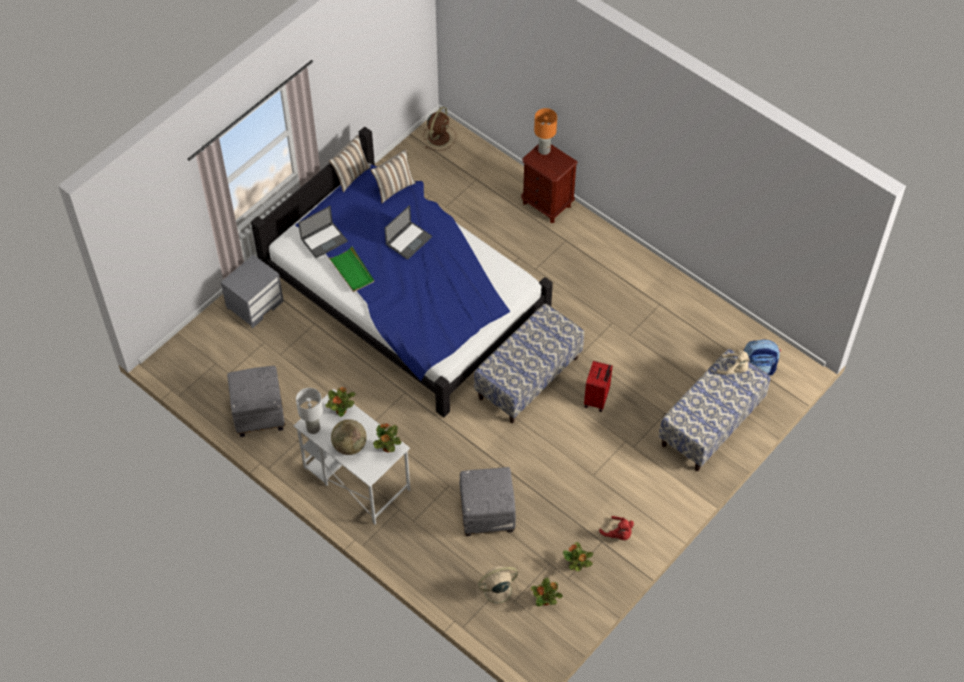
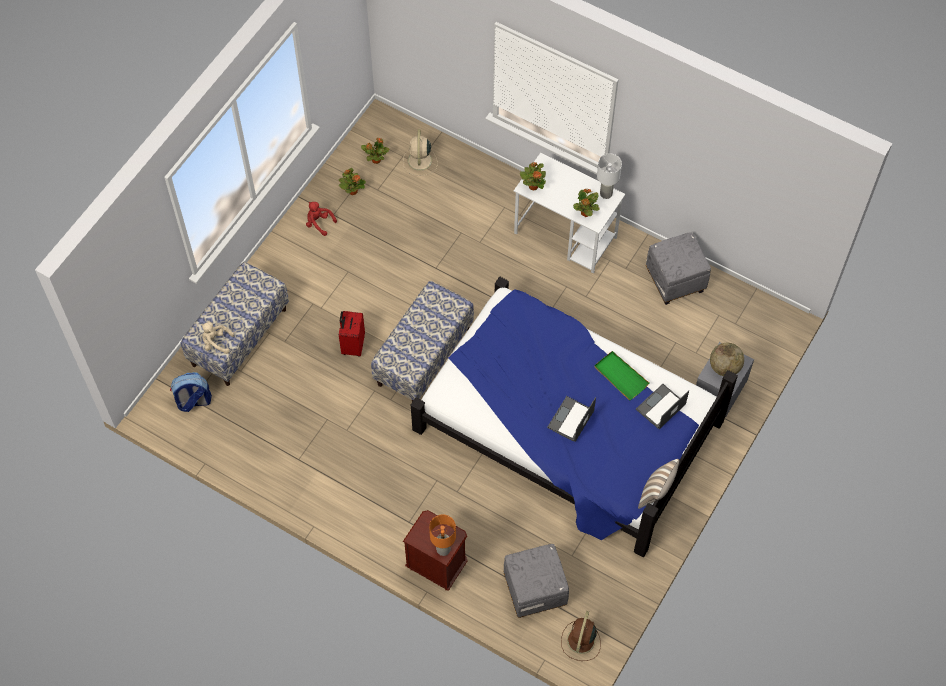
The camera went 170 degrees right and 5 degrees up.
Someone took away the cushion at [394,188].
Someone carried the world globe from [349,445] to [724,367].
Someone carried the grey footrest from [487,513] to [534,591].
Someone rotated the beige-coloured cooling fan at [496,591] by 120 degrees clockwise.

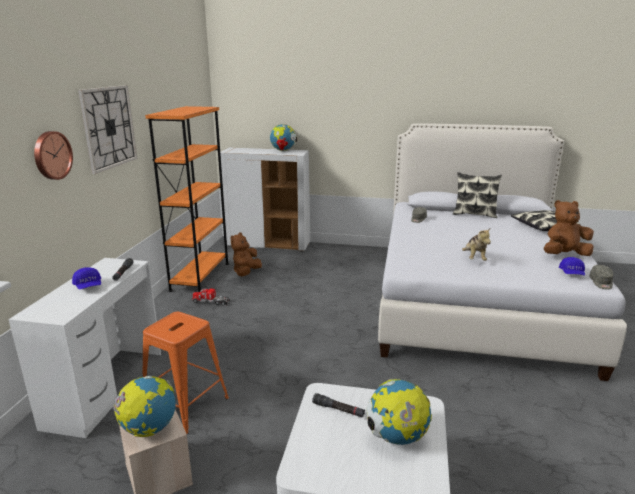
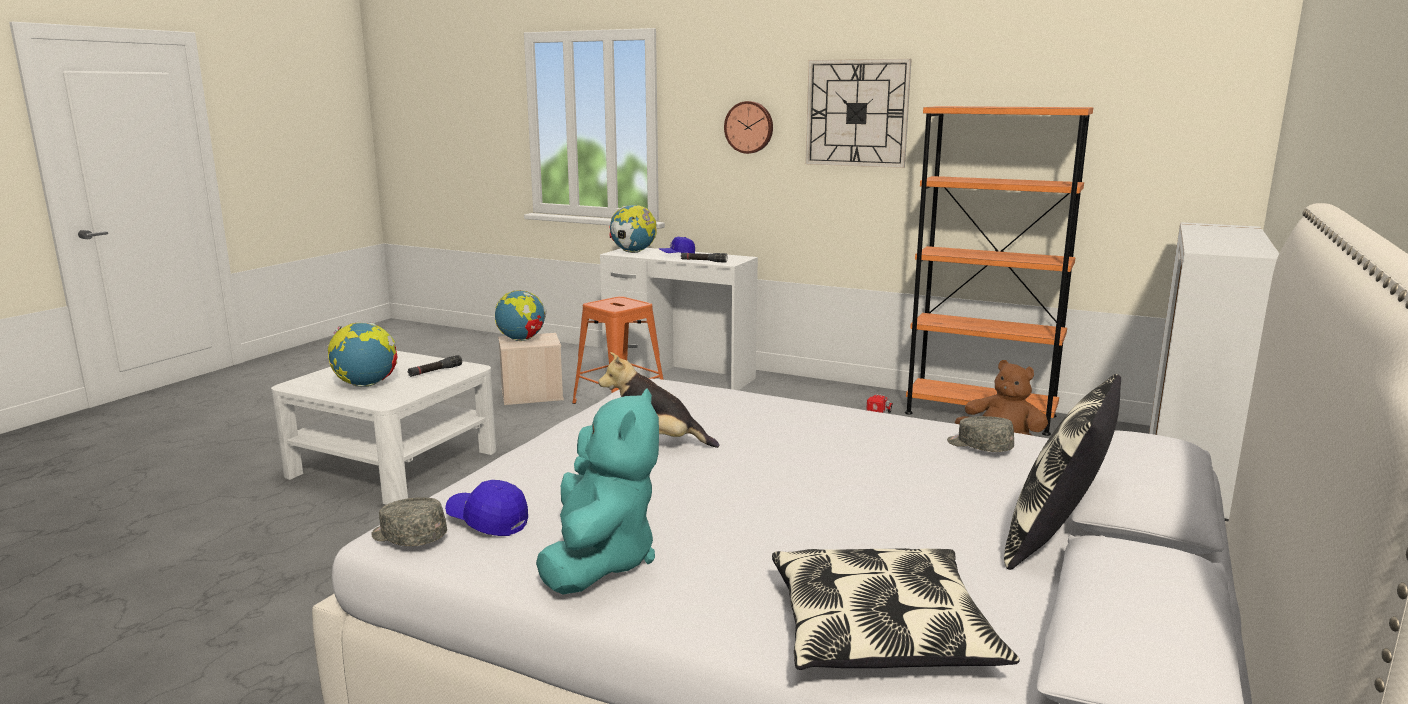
The camera went 105 degrees right and 5 degrees down.
Someone carried the world globe from [283,151] to [633,252].
Someone repainted the brownish plush toy at [564,255], which became the turquoise plush toy at [599,561].

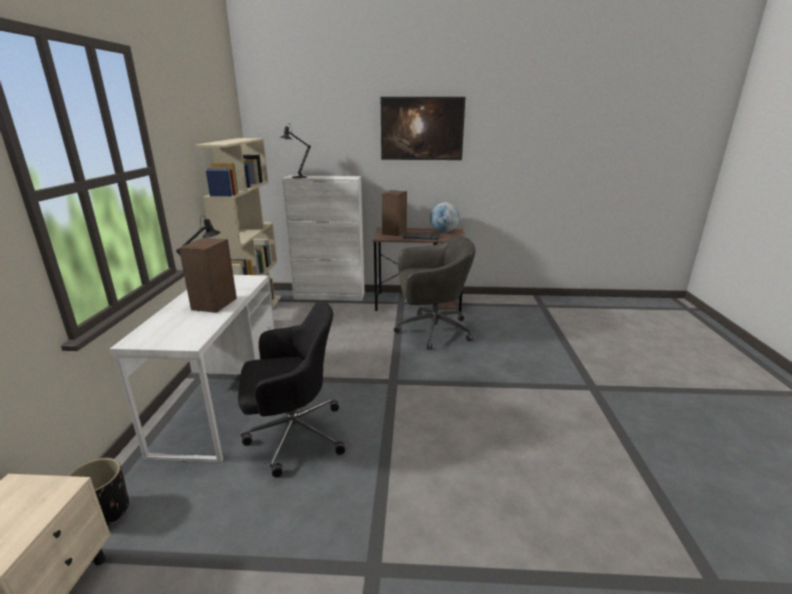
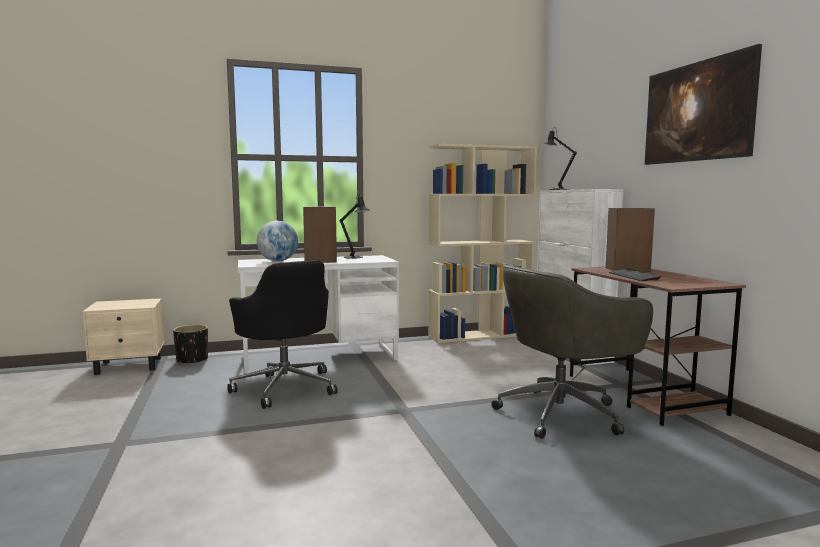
The camera went 70 degrees right and 15 degrees down.
Someone carried the world globe from [444,232] to [278,261].
Someone rotated the grey office chair at [431,330] by 90 degrees clockwise.

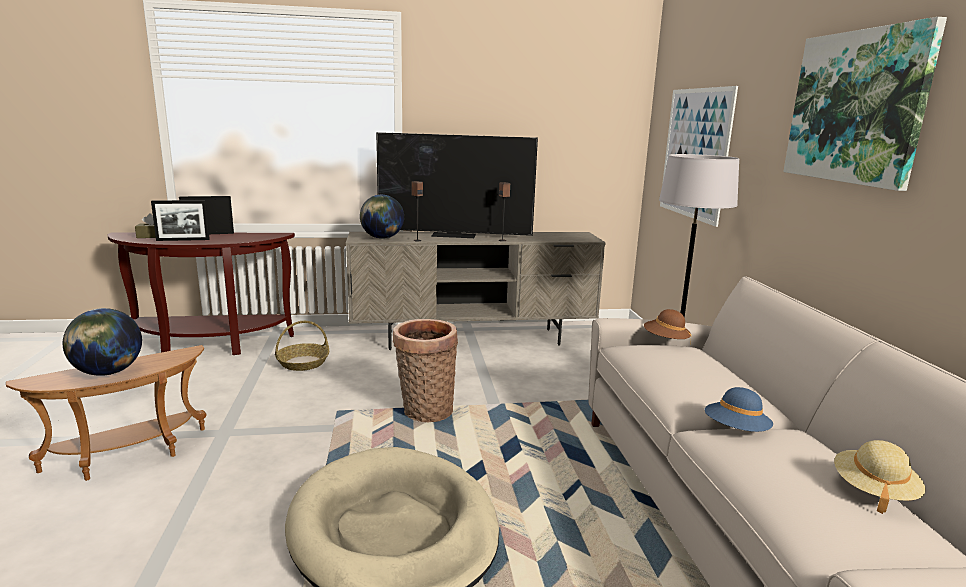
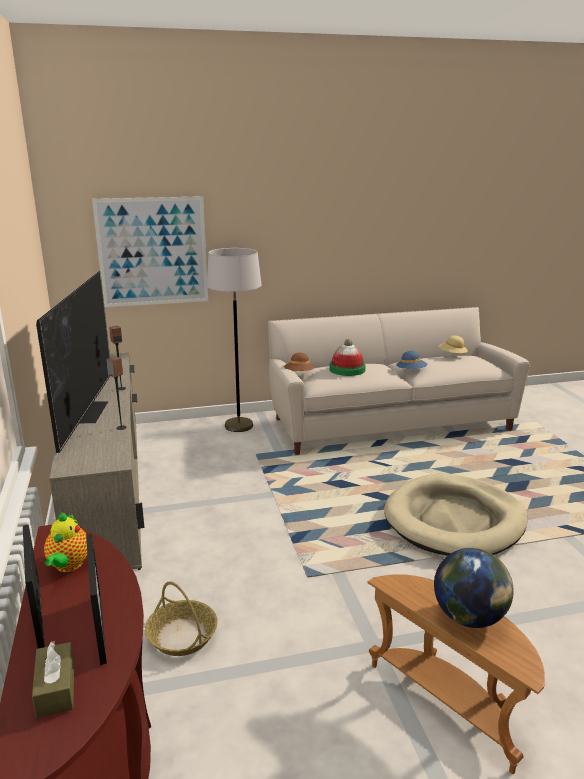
The camera went 95 degrees left and 5 degrees up.
Someone took away the picture at [856,107].
Someone took away the world globe at [382,238].
Someone took away the basket at [425,411].
Someone put down the clothing hat at [347,369].
Someone put down the pot for tea at [68,566].

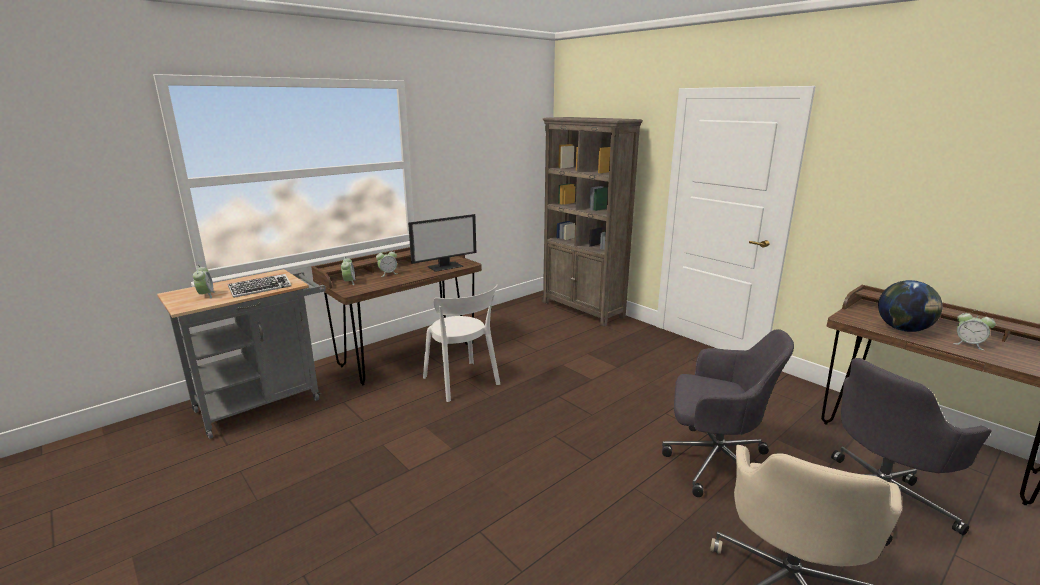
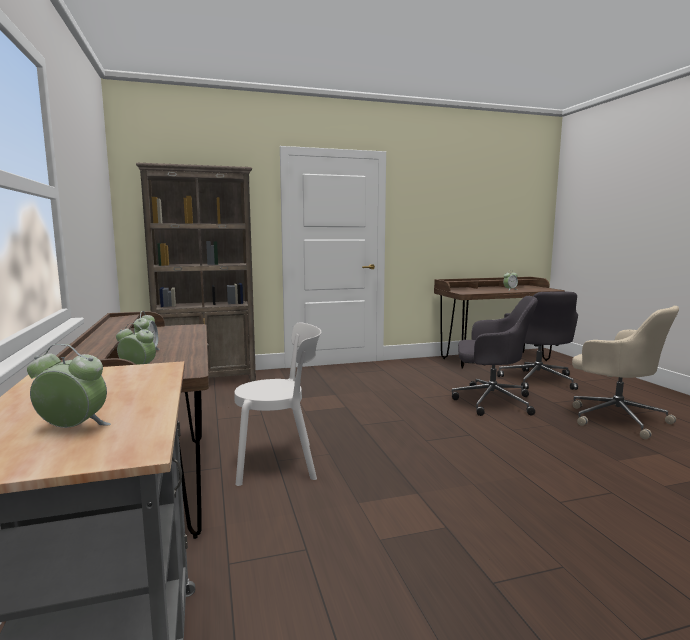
The camera went 65 degrees left and 10 degrees down.
Someone took away the computer screen at [445,266].
Someone took away the keyboard at [260,289].
Someone took away the world globe at [903,329].
Someone rotated the grey office chair at [714,462] by 60 degrees clockwise.

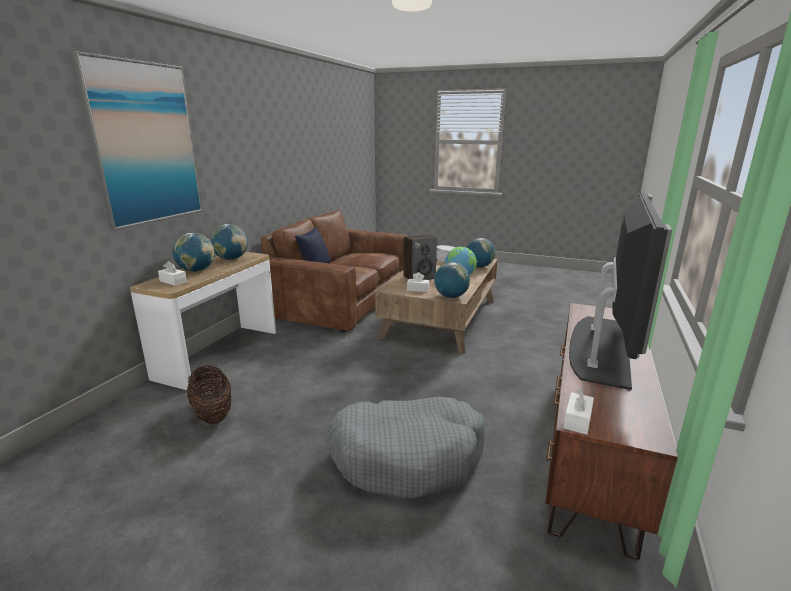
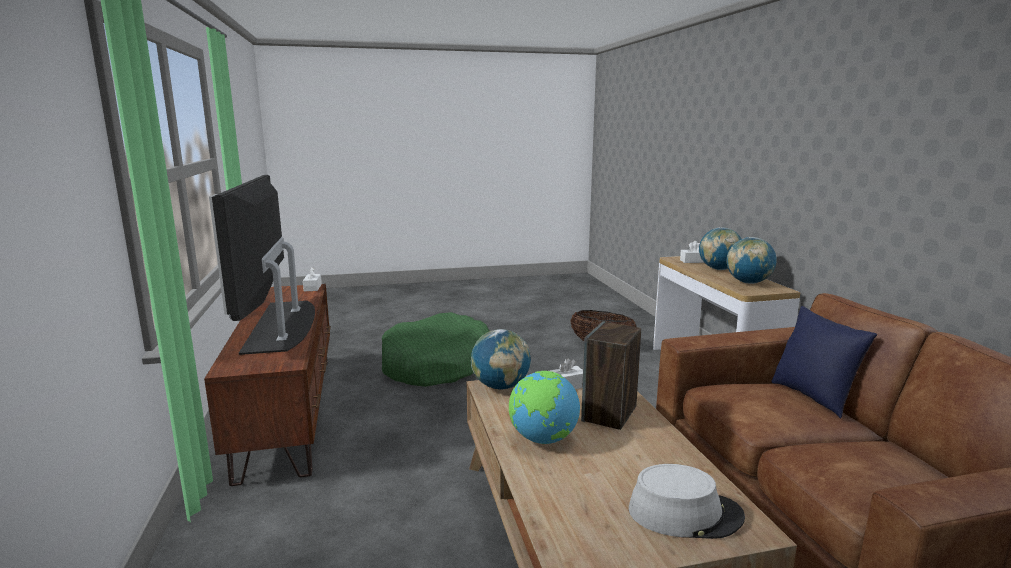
The camera went 145 degrees right and 5 degrees down.
Someone took away the picture at [146,144].
Someone took away the world globe at [479,267].
Someone repainted the grey pet bed at [408,457], which became the greenish pet bed at [436,365].

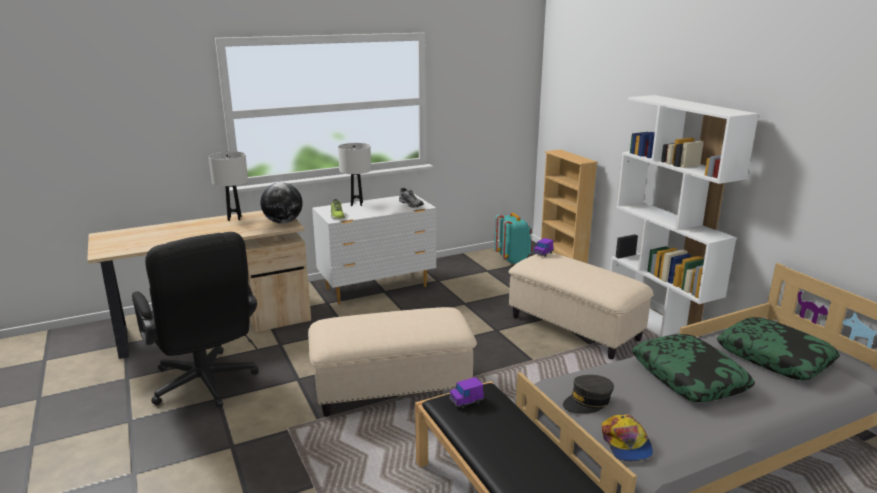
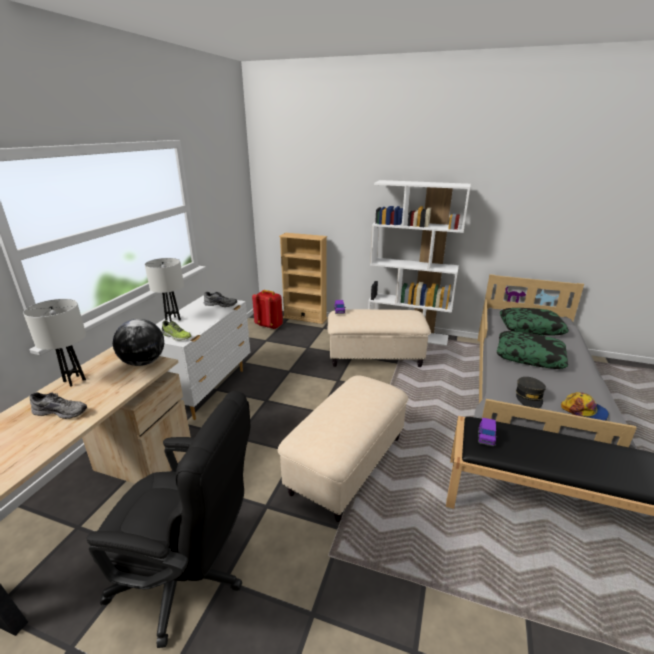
The camera went 45 degrees left and 5 degrees up.
Someone repainted the turquoise backpack at [513,259], which became the red-coloured backpack at [270,325].
Someone put down the grey item of footwear at [62,411].

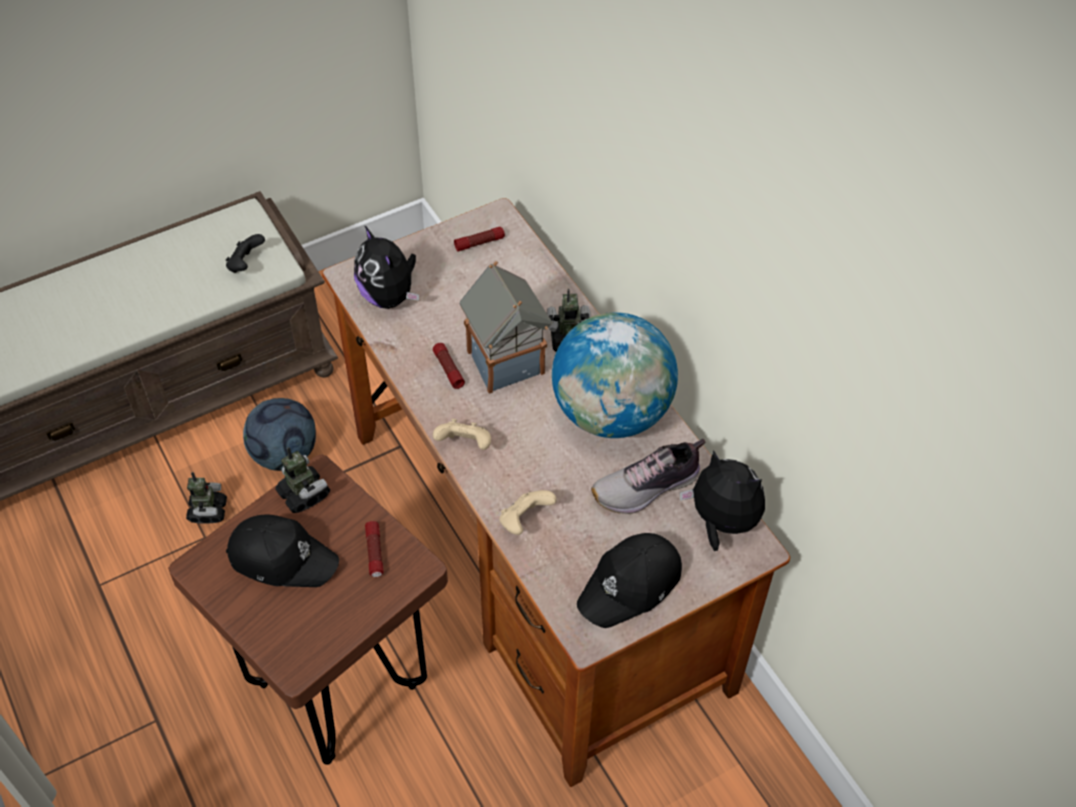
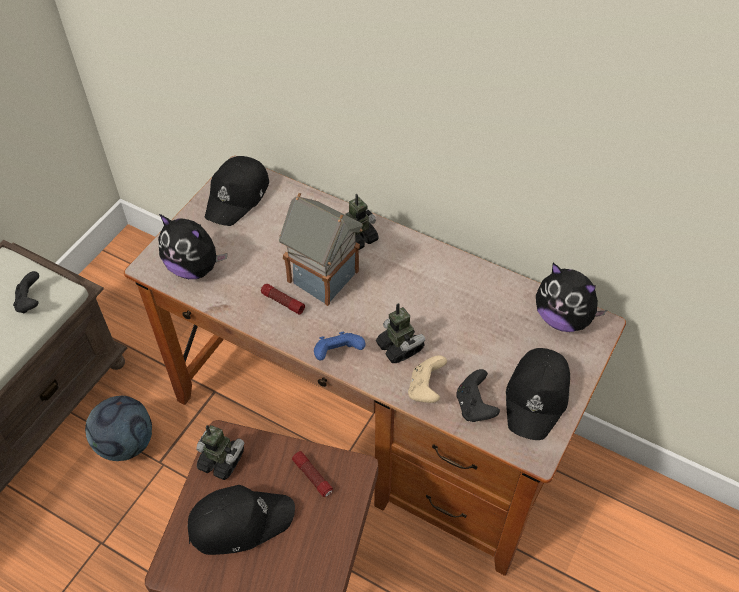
The camera went 30 degrees left and 0 degrees up.
Someone swapped the flashlight at [479,243] for the black peaked cap at [238,197].
Someone took away the world globe at [611,413].
Someone repainted the beige-coloured joypad at [465,445], which became the bluish joypad at [338,354].
Someone took away the item of footwear at [647,487].
Someone rotated the plush toy at [721,522] by 150 degrees counterclockwise.
Someone carried the robot figure from [208,511] to [399,347].
Someone put down the black joypad at [474,406].

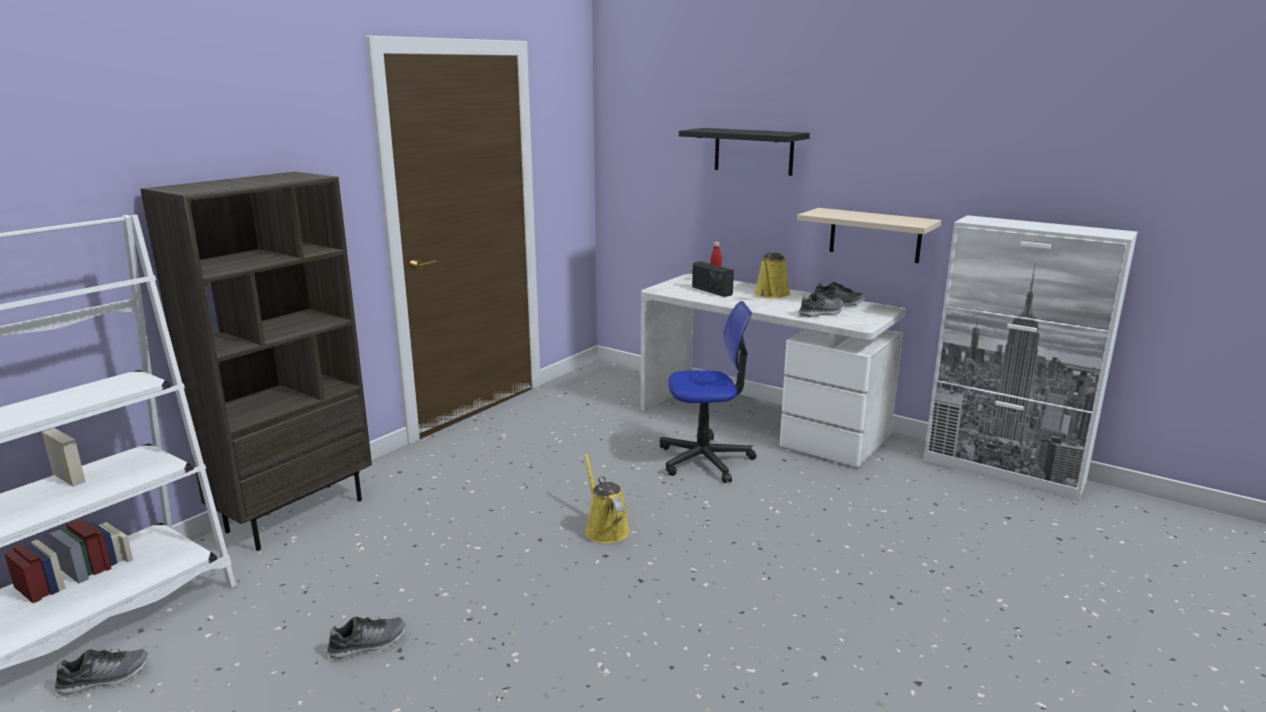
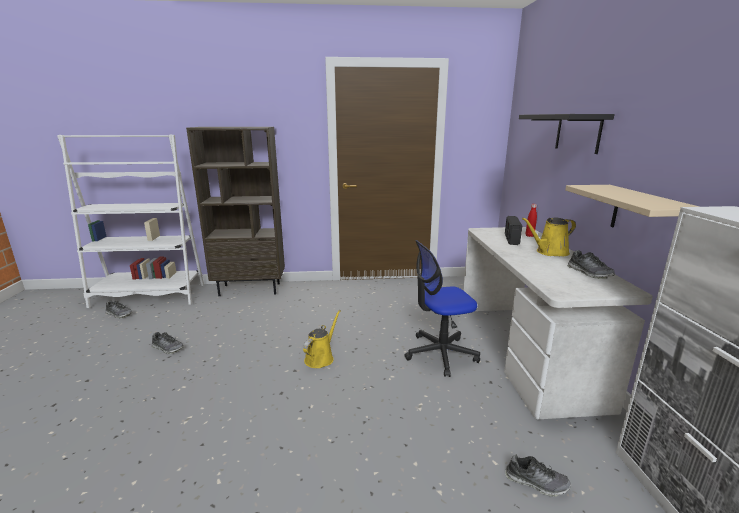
The camera went 50 degrees right and 0 degrees up.
Someone carried the item of footwear from [821,313] to [536,482].
Someone rotated the office chair at [705,460] by 120 degrees clockwise.

